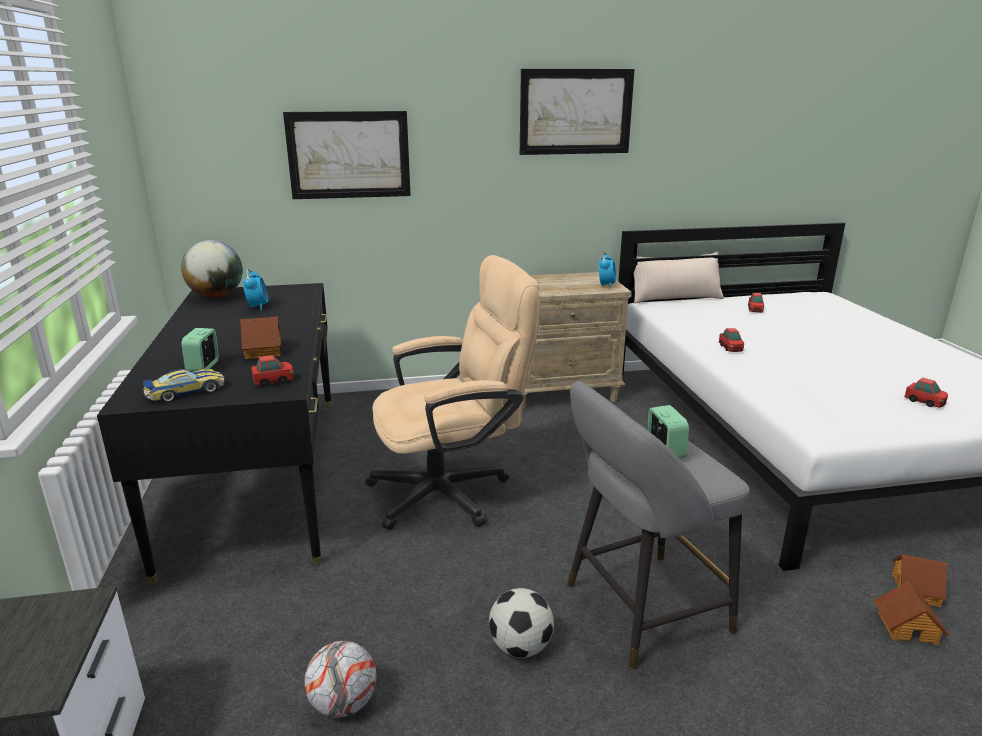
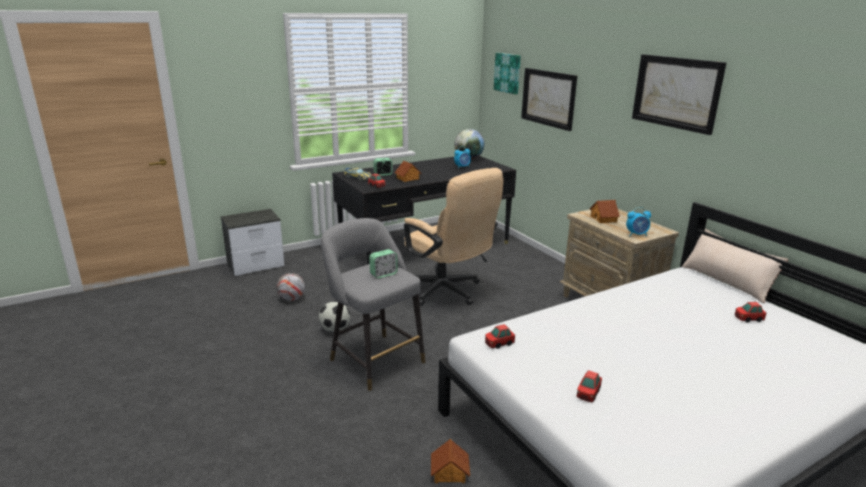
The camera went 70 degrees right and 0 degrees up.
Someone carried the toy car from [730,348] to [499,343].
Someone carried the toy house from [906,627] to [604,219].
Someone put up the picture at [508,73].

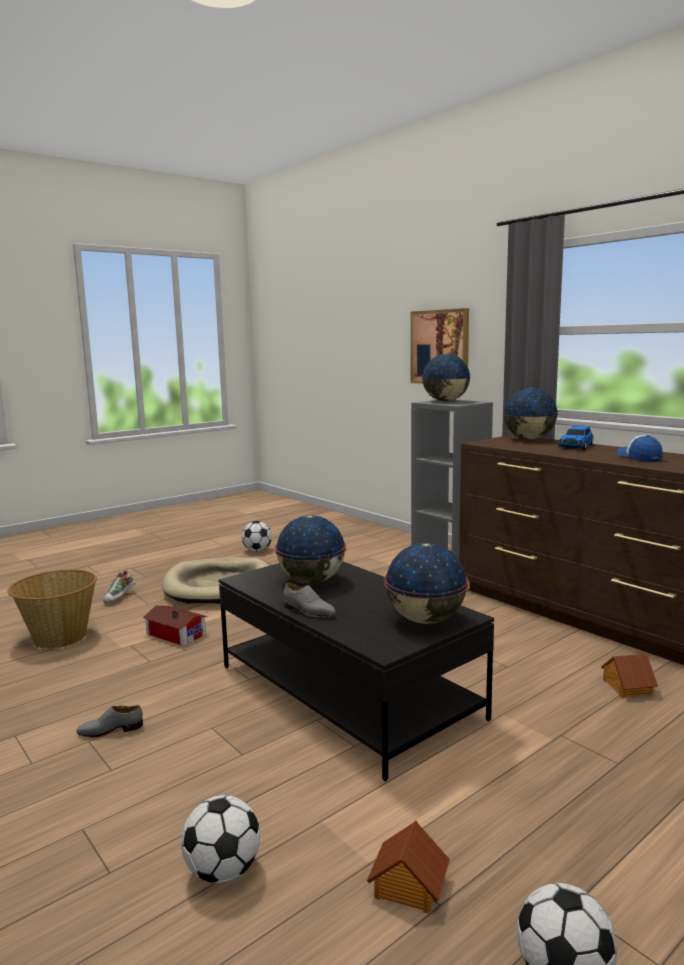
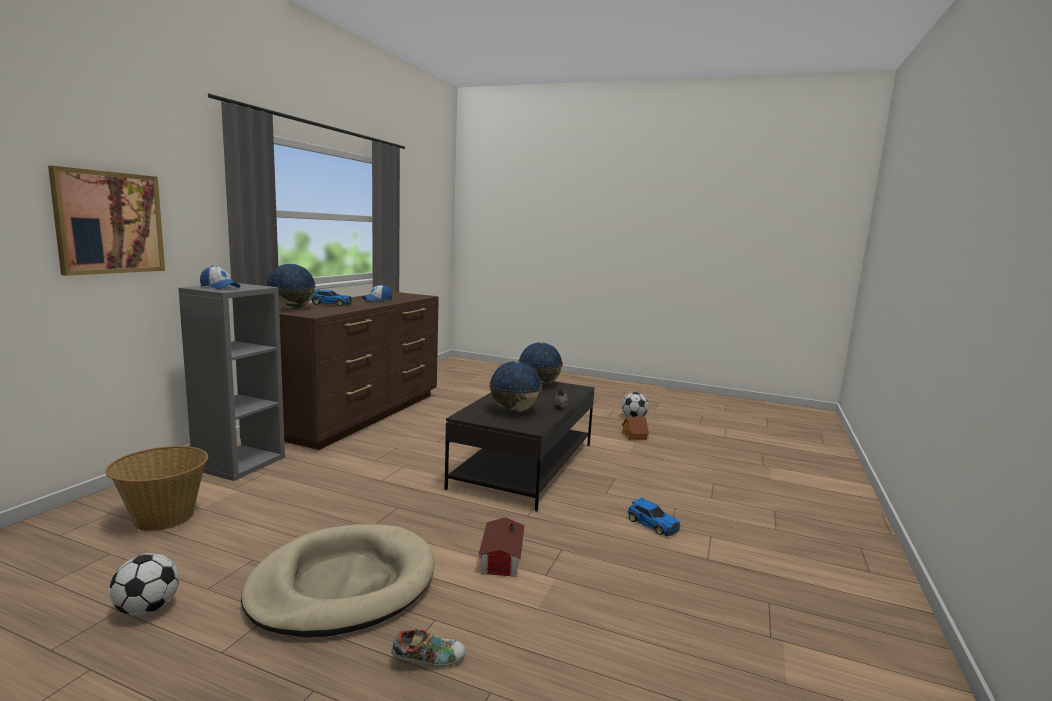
The camera went 120 degrees left and 0 degrees up.
Someone swapped the world globe at [446,401] for the peaked cap at [219,287].
Someone carried the basket from [59,637] to [163,518].
Someone took away the toy house at [626,687].
Someone swapped the grey item of footwear at [110,730] for the toy car at [652,524].
Someone took away the football at [223,871].

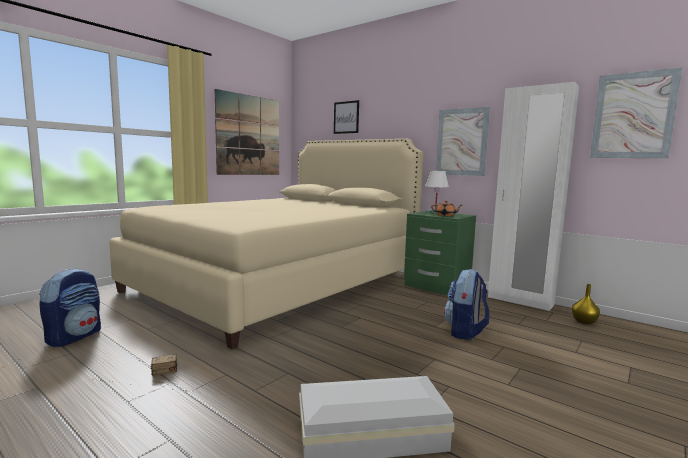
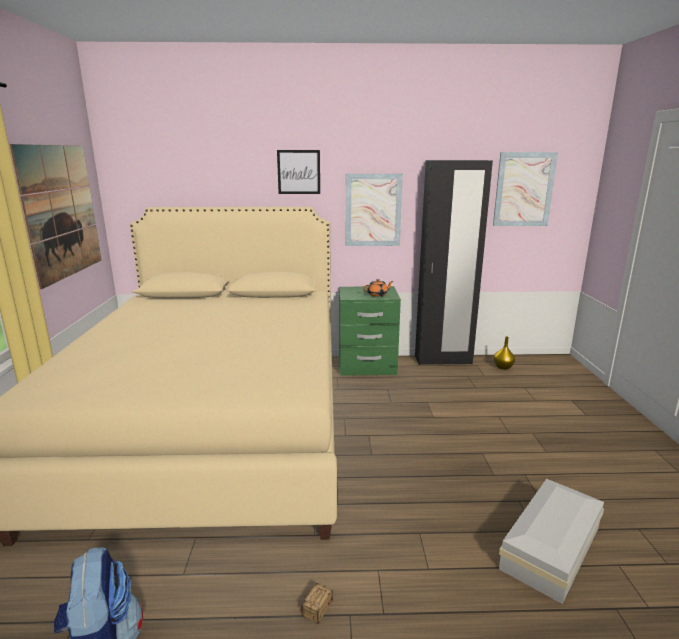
The camera went 40 degrees left and 10 degrees up.
Someone repainted the white-coloured armoire at [520,301], which became the black armoire at [443,360].
Someone carried the picture from [346,117] to [299,172].
Someone took away the white-coloured lamp for a table at [435,212].
Someone took away the backpack at [465,332].

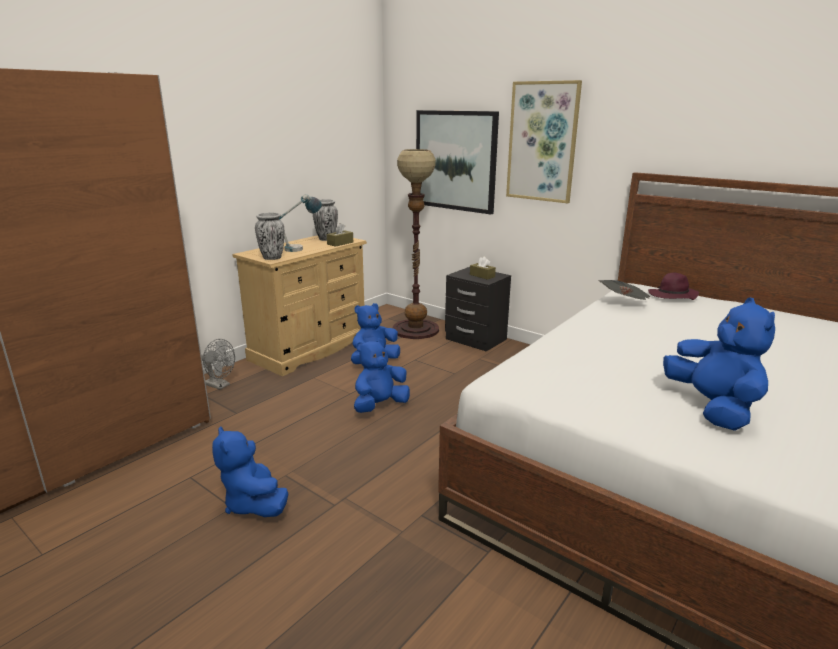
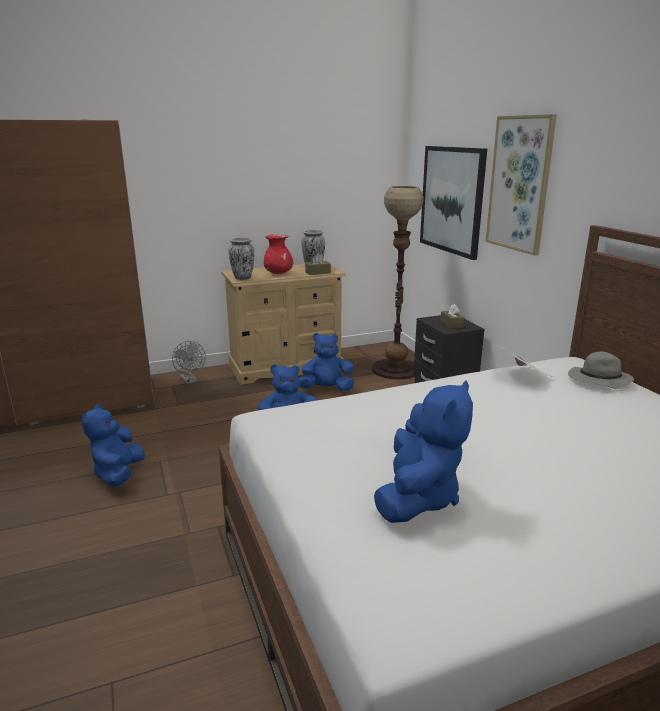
The camera went 30 degrees right and 0 degrees up.
Someone swapped the lamp for a table at [301,248] for the red-coloured vase at [278,273].
Someone repainted the purple clothing hat at [672,296], which became the grey clothing hat at [598,380].

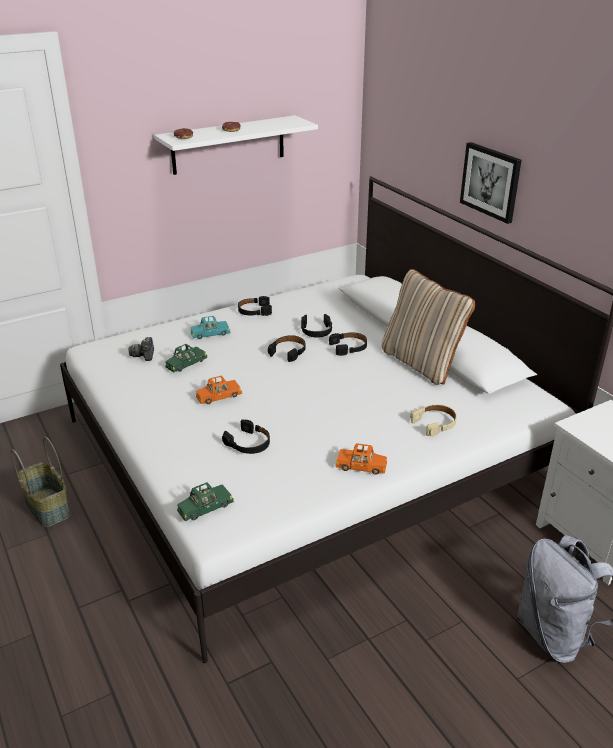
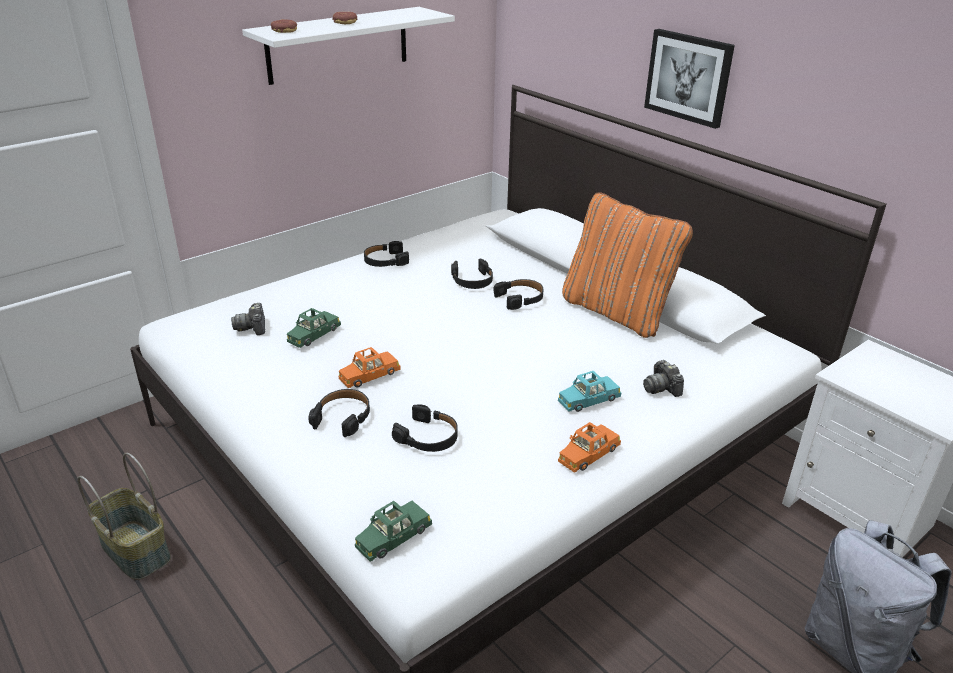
The camera went 10 degrees left and 0 degrees up.
Someone repainted the beige-coloured cushion at [421,363], which became the orange-coloured cushion at [617,312].
Someone carried the turquoise toy car from [210,334] to [588,400].
Someone carried the black headset from [288,352] to [343,417].
Someone swapped the beige-coloured headset at [435,423] for the photo camera at [661,388].
Someone rotated the orange-coloured toy car at [361,466] by 135 degrees clockwise.

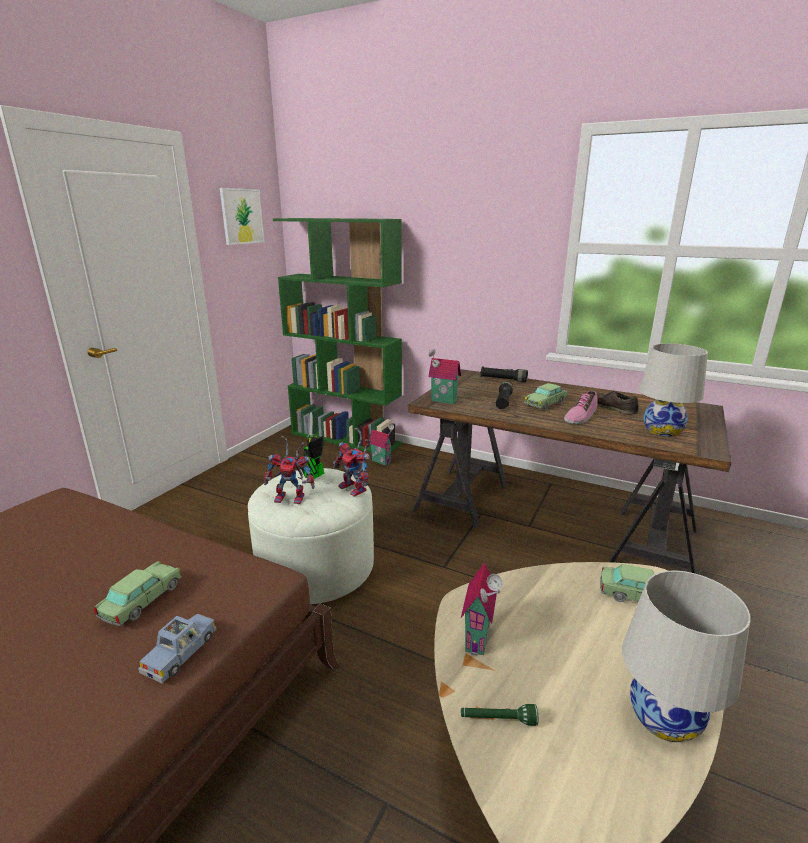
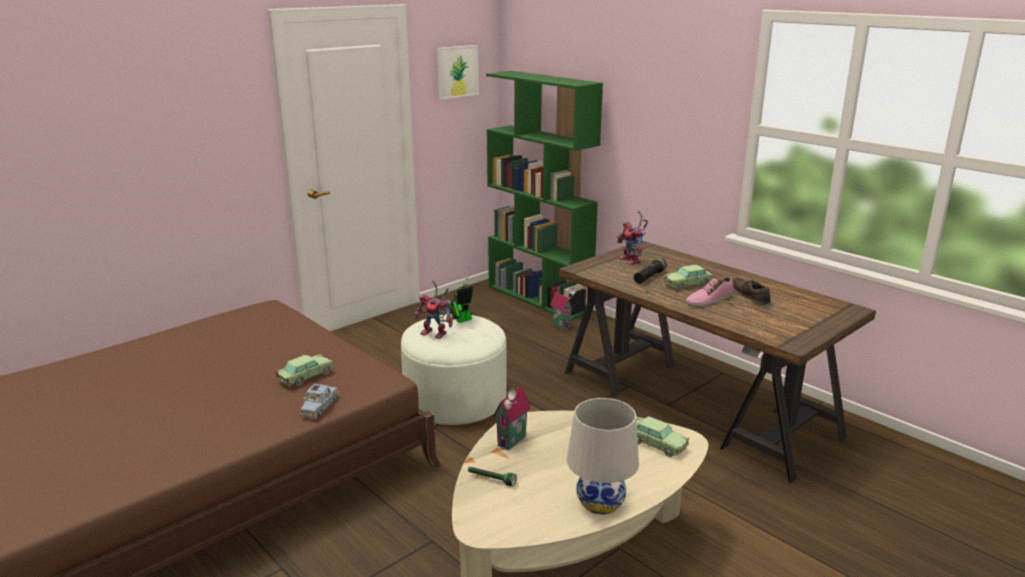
The camera went 20 degrees right and 0 degrees up.
Someone took away the white-coloured lamp for a table at [662,430].
Someone took away the toy house at [443,401].
Someone took away the black flashlight at [503,380].
Someone carried the robot figure from [356,489] to [632,261].
Someone rotated the bluish toy car at [181,653] by 150 degrees clockwise.

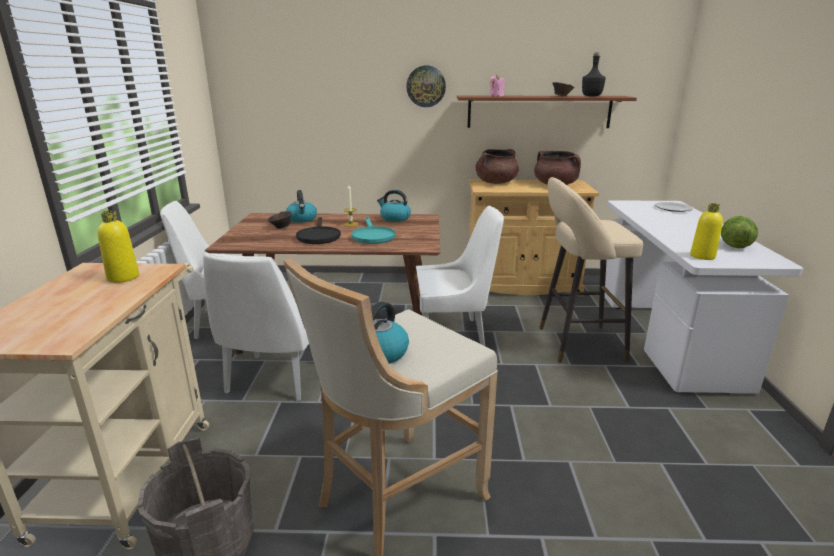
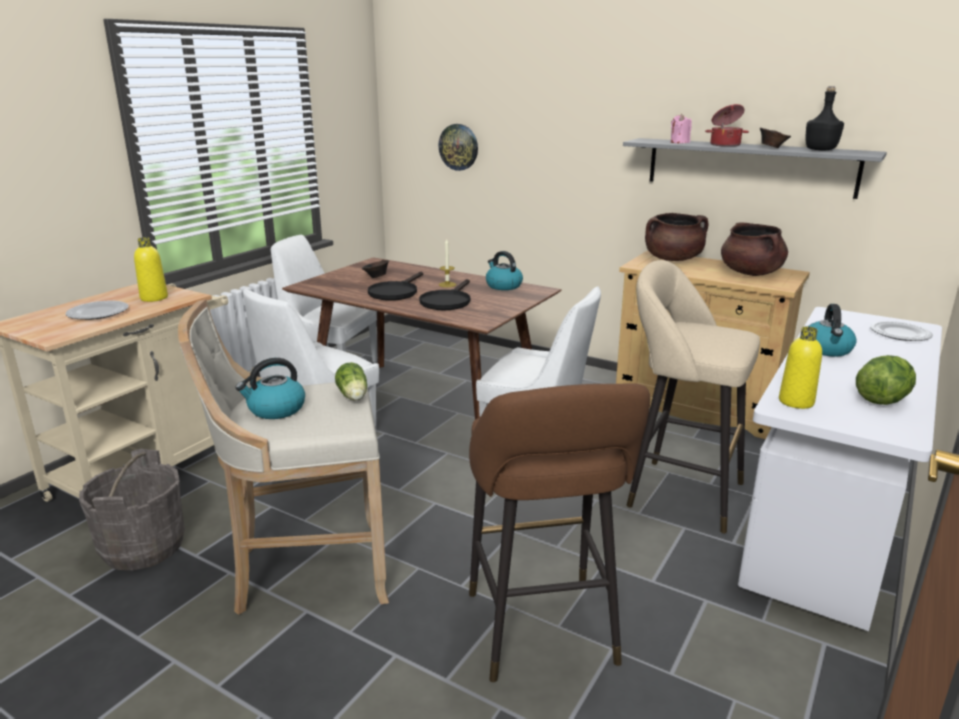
The camera went 30 degrees right and 0 degrees up.
Someone carried the hanging clock from [426,86] to [458,147].
Someone repainted the brownish shelf at [539,111], which became the grey shelf at [749,167].
Someone carried the water kettle from [302,219] to [827,350].
Someone repainted the turquoise skillet at [372,236], which became the black skillet at [447,301].
Someone put down the saucepot at [725,145].
Someone put down the plate at [97,313].
Someone put down the lettuce head at [353,396].
Someone put down the brownish sitting stool at [543,634].

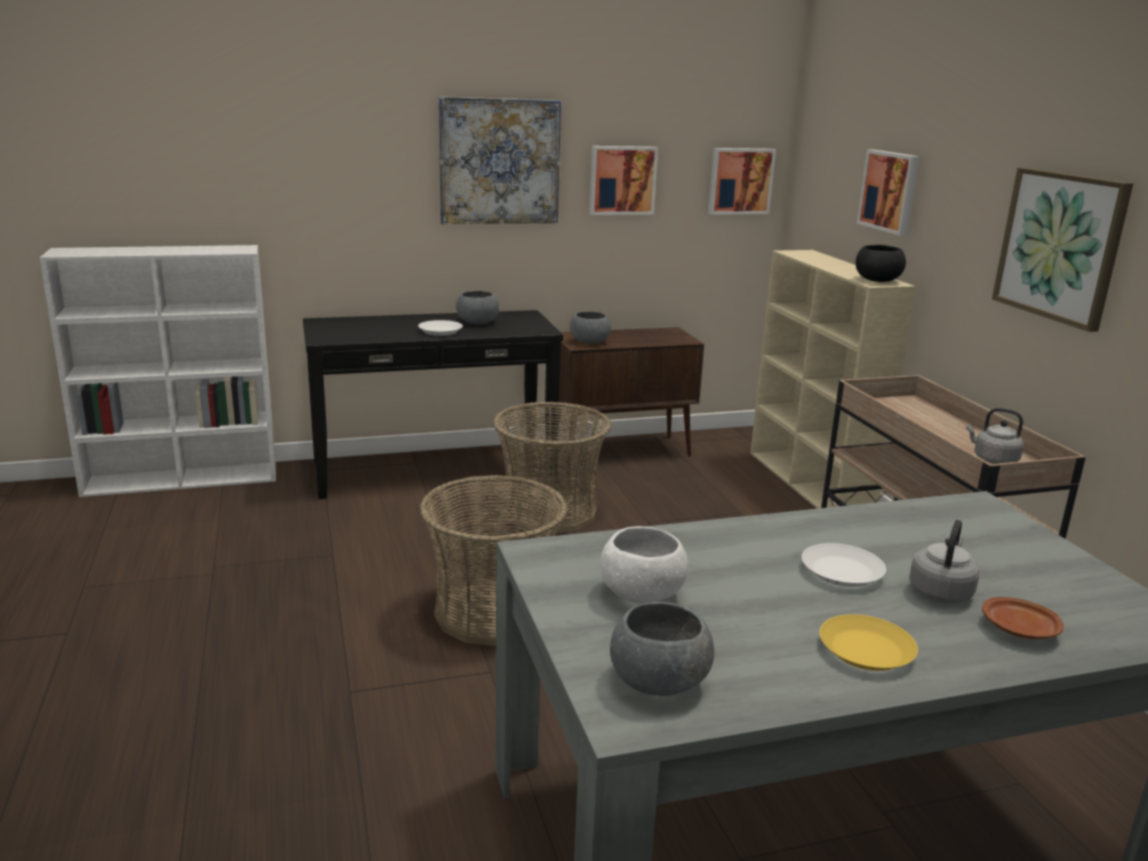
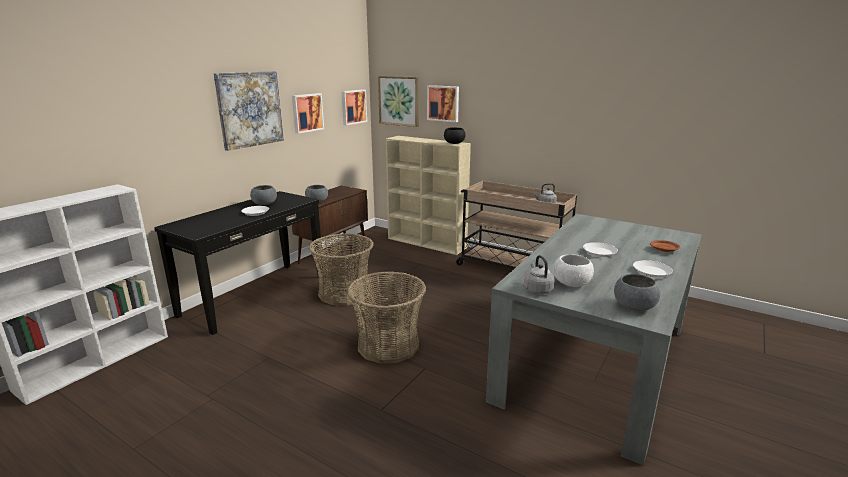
The camera went 40 degrees left and 0 degrees up.
Someone carried the picture from [1060,246] to [399,101].
Someone carried the grey water kettle from [941,591] to [537,289].
Someone repainted the yellow plate at [865,651], which became the white-coloured plate at [652,272].

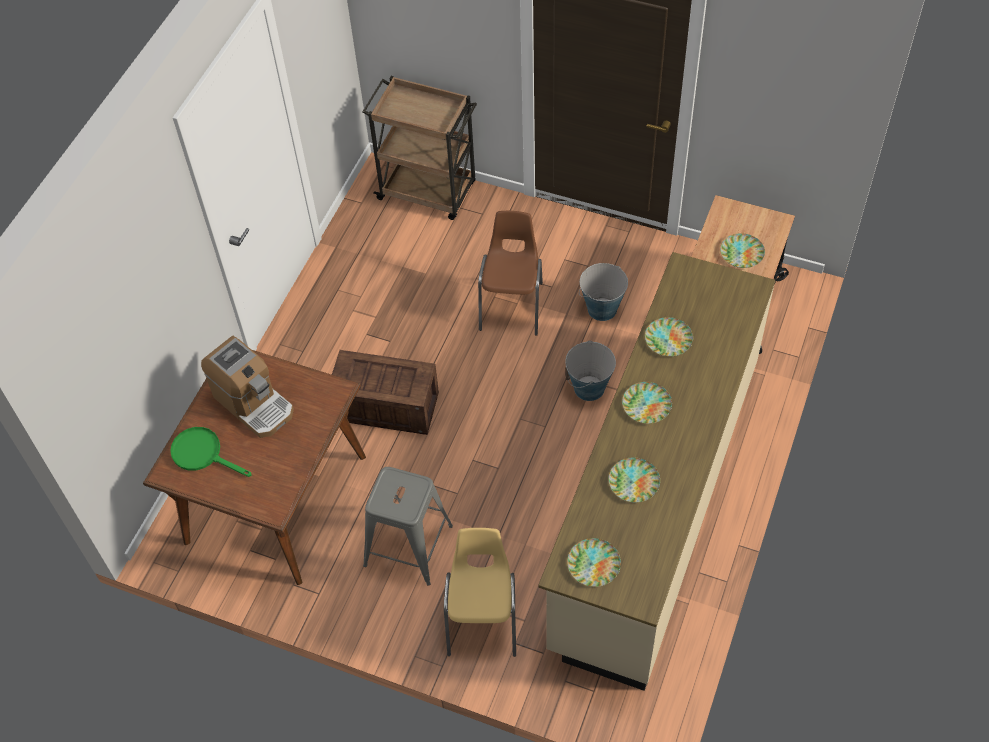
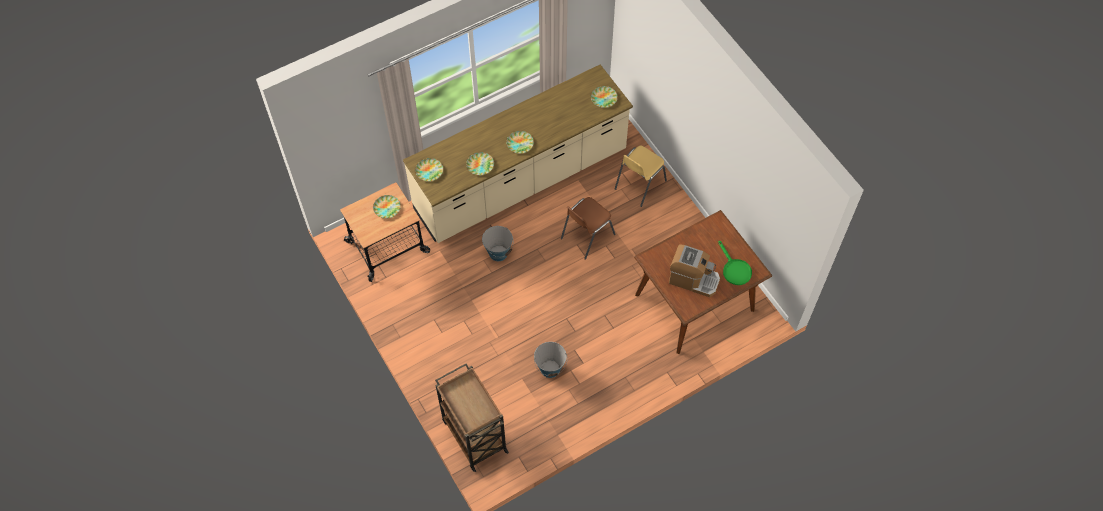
The camera went 145 degrees left and 5 degrees up.
Someone carried the brownish upright chair from [512,306] to [587,236].
Someone carried the water bucket from [602,309] to [550,368].
Someone rotated the coffee machine at [254,403] by 120 degrees clockwise.
Someone took away the packing crate at [387,406].
Someone carried the plate from [633,482] to [429,171].
Someone took away the grey sitting stool at [408,545].

